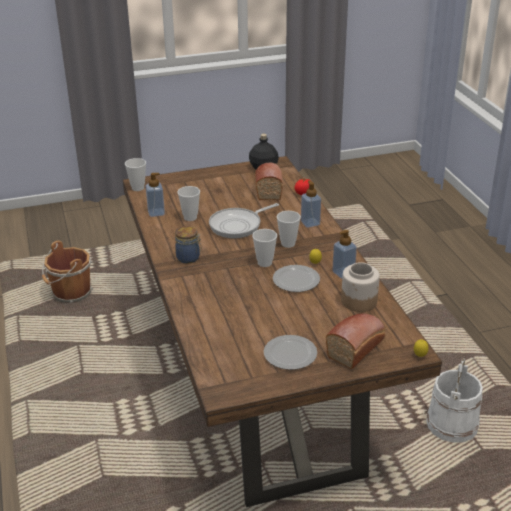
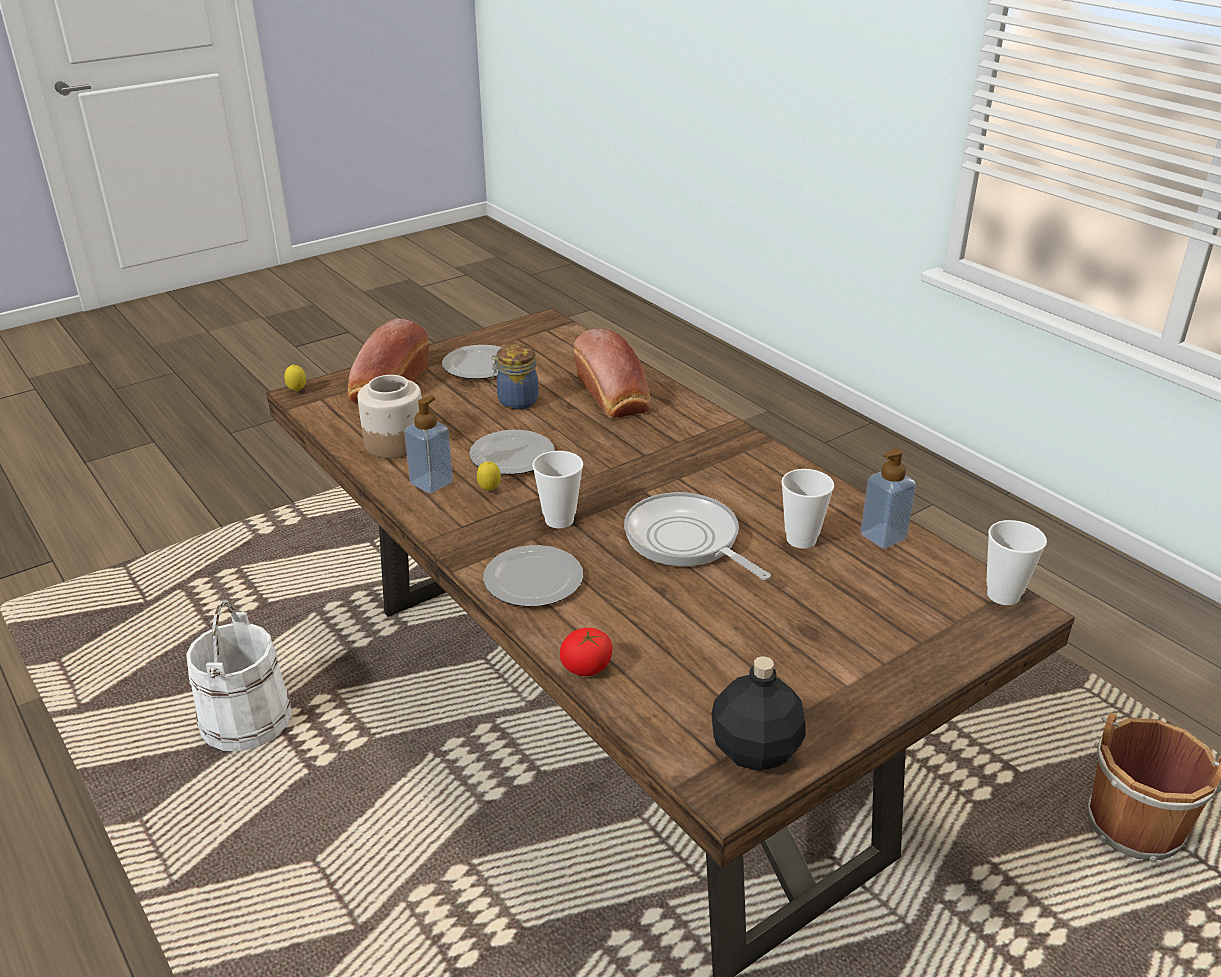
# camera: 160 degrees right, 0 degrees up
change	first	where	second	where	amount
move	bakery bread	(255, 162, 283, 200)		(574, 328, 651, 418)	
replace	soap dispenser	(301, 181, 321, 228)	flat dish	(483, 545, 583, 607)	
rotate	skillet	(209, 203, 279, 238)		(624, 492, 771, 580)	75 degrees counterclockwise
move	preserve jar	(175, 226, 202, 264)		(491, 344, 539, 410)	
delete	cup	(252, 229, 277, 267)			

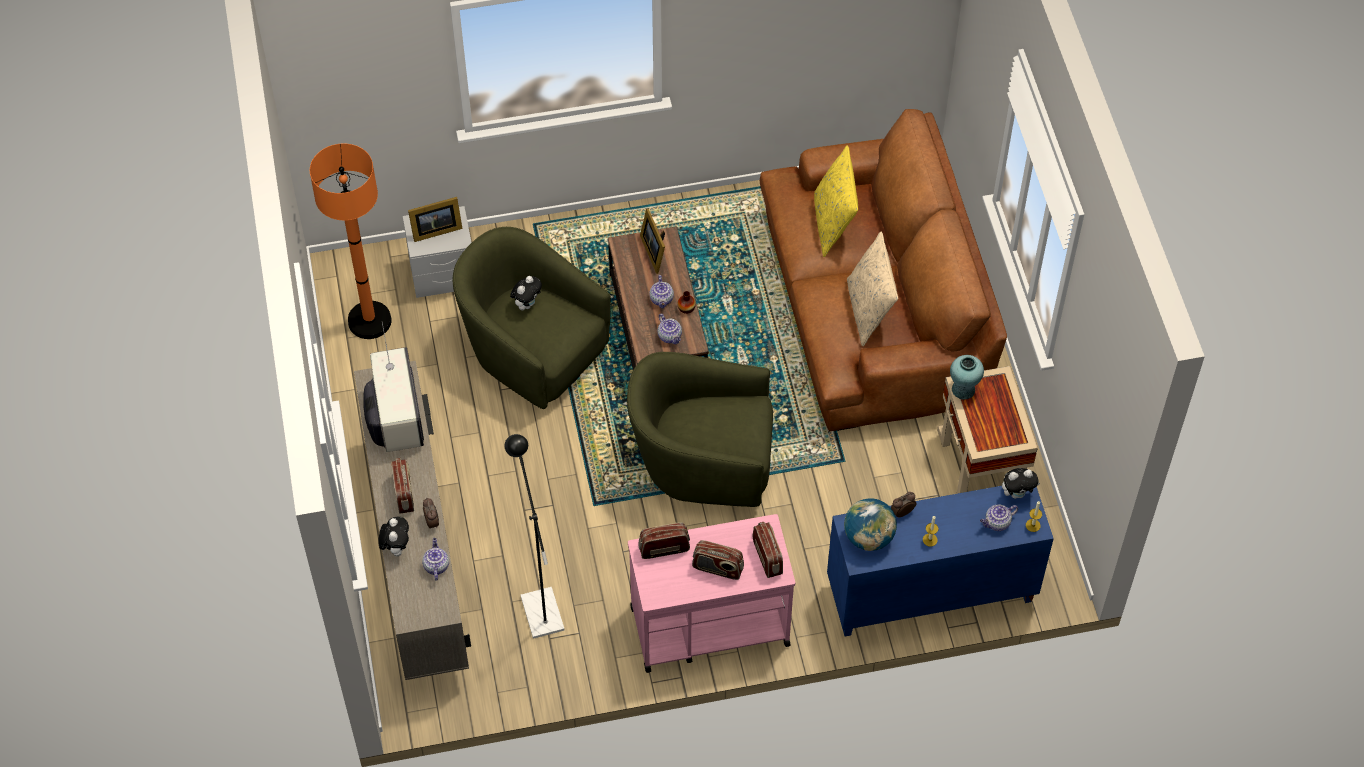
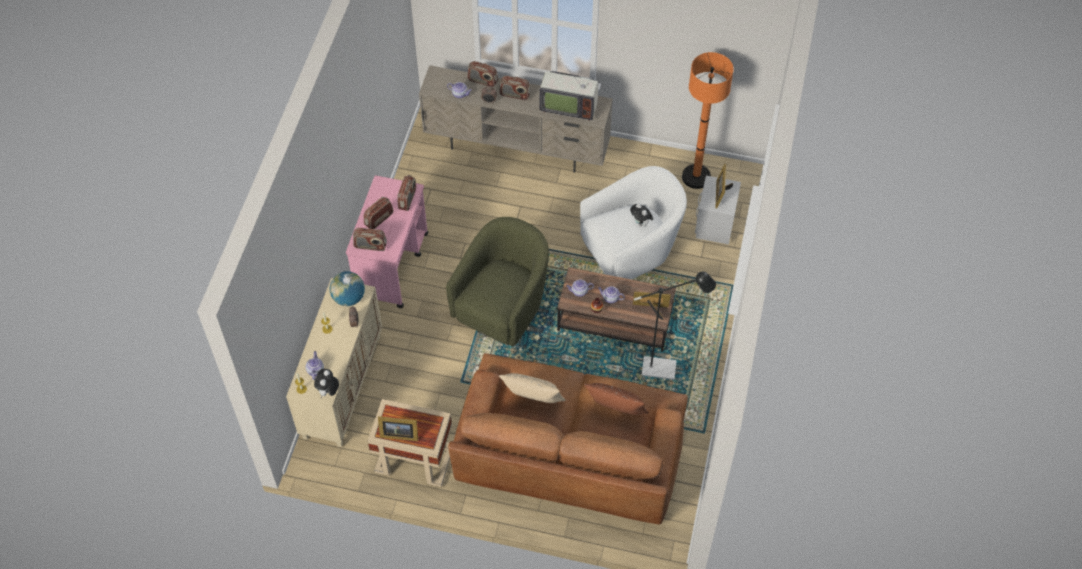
# camera: 115 degrees right, 0 degrees up
change	first	where	second	where	amount
recolor	yellow throw pillow	(814, 145, 858, 257)	brown-coloured throw pillow	(584, 383, 649, 415)	
recolor	greenish lounge chair	(453, 227, 611, 409)	white lounge chair	(580, 166, 687, 279)	
delete	turquoise-coloured flower vase	(950, 355, 984, 400)			
move	blackish standing lamp	(505, 434, 564, 639)		(634, 272, 716, 380)	
recolor	blue cupboard	(827, 486, 1054, 636)	sand-coloured cupboard	(286, 278, 382, 447)	
replace	soft toy	(378, 517, 409, 556)	radio set	(467, 61, 498, 88)	
insert			photo frame	(378, 416, 418, 441)	

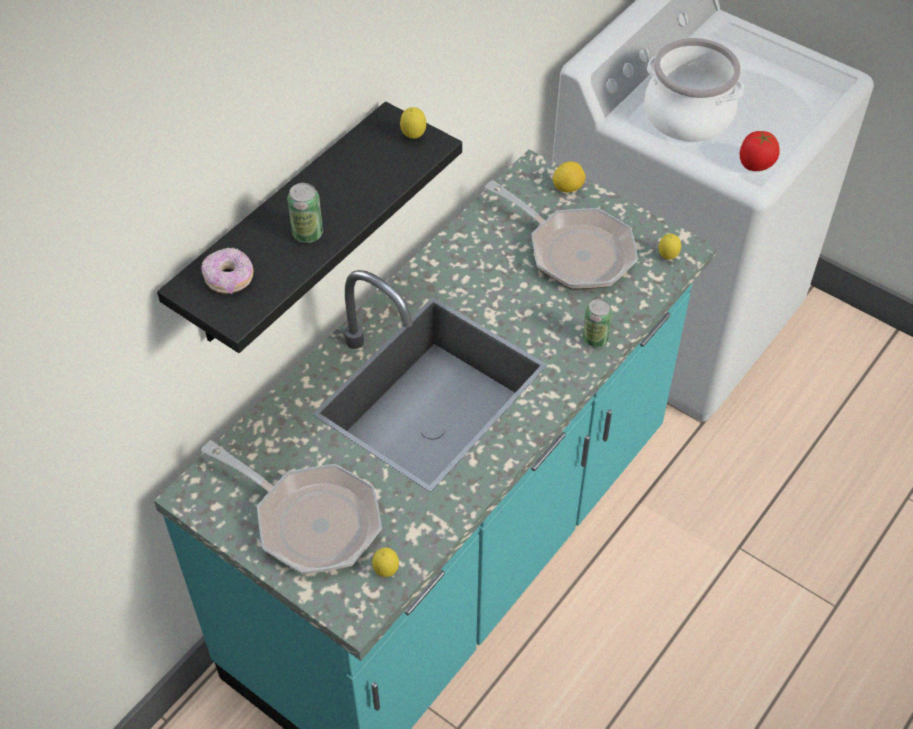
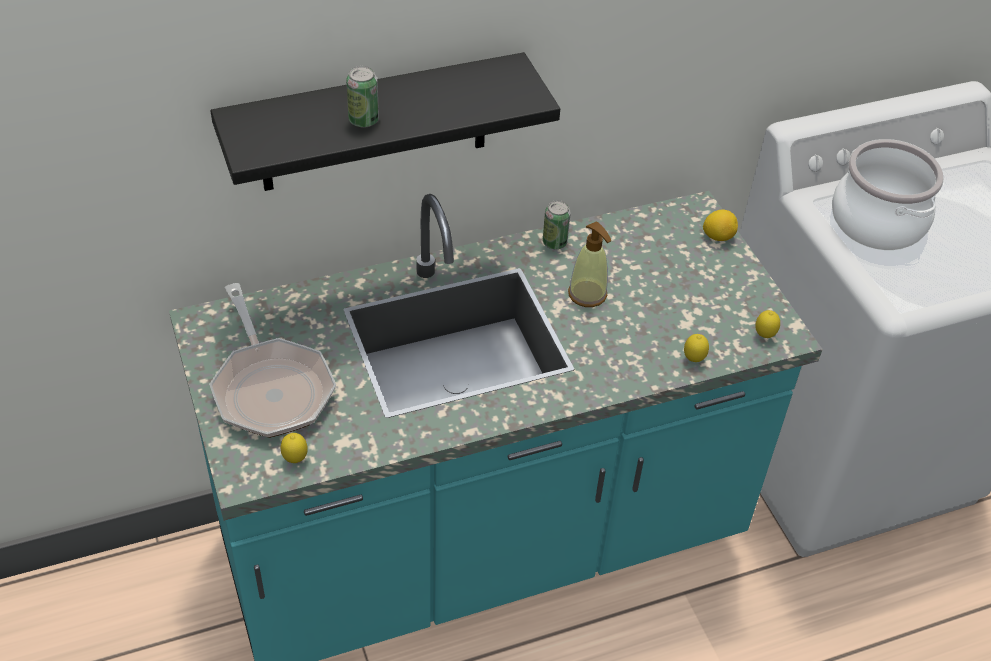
# camera: 30 degrees right, 5 degrees down
change	first	where	second	where	amount
move	whole lemon	(400, 107, 426, 139)		(684, 334, 709, 362)	
delete	tomato	(740, 131, 780, 171)			
delete	skillet	(485, 180, 638, 289)			
delete	donut	(201, 248, 254, 294)			
move	sealed can	(583, 299, 612, 347)		(543, 200, 571, 249)	
insert			soap dispenser	(568, 222, 611, 307)	

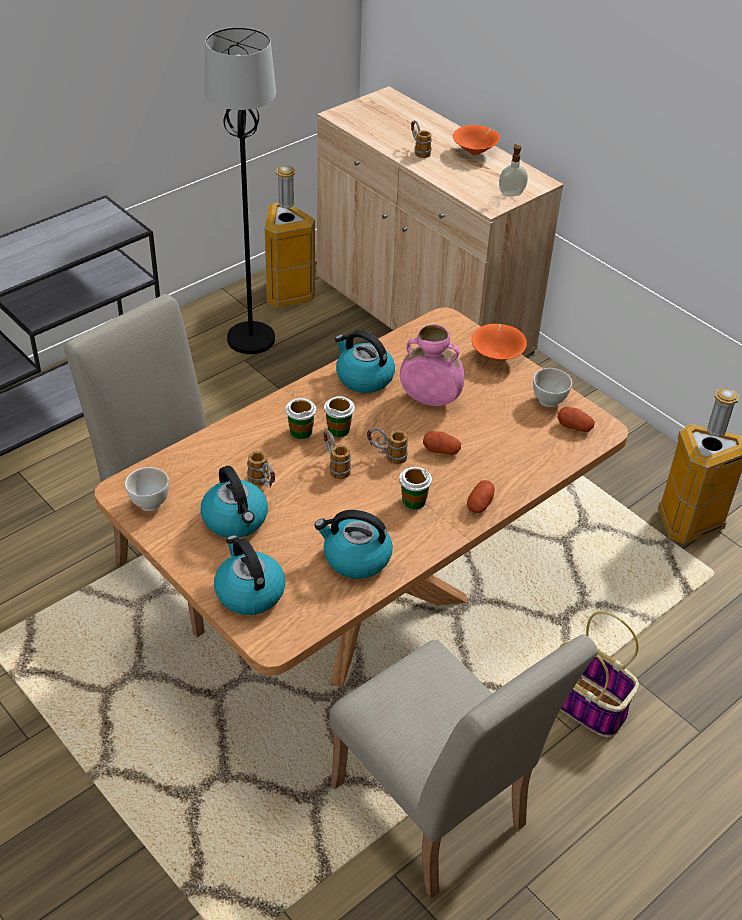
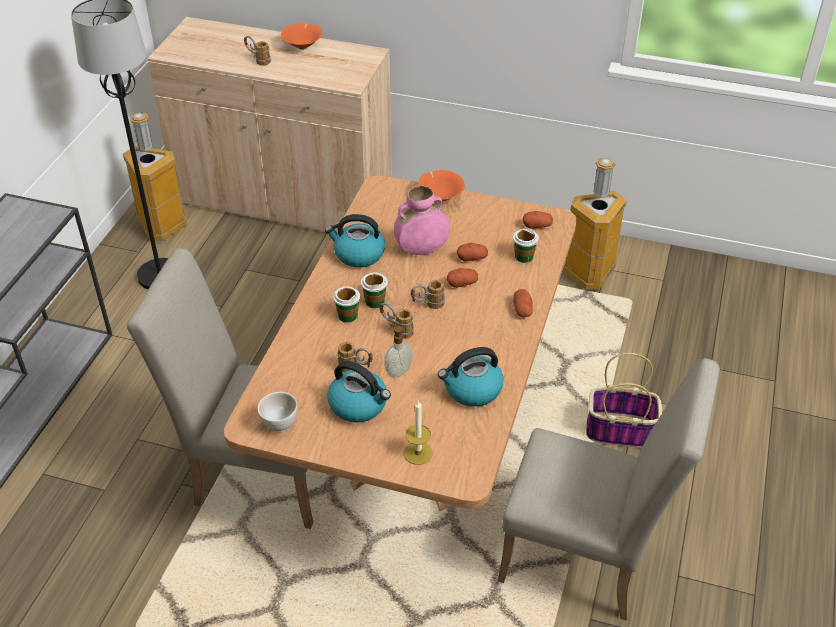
# camera: 30 degrees left, 0 degrees up
change	first	where	second	where	amount
move	soap dispenser	(499, 144, 528, 197)		(384, 325, 413, 378)	
delete	white bowl	(533, 368, 572, 407)			
move	cup	(399, 467, 432, 510)		(513, 228, 539, 263)	
replace	kettle	(214, 535, 285, 615)	wax candle	(404, 401, 433, 465)	
insert			potato	(457, 243, 488, 261)	

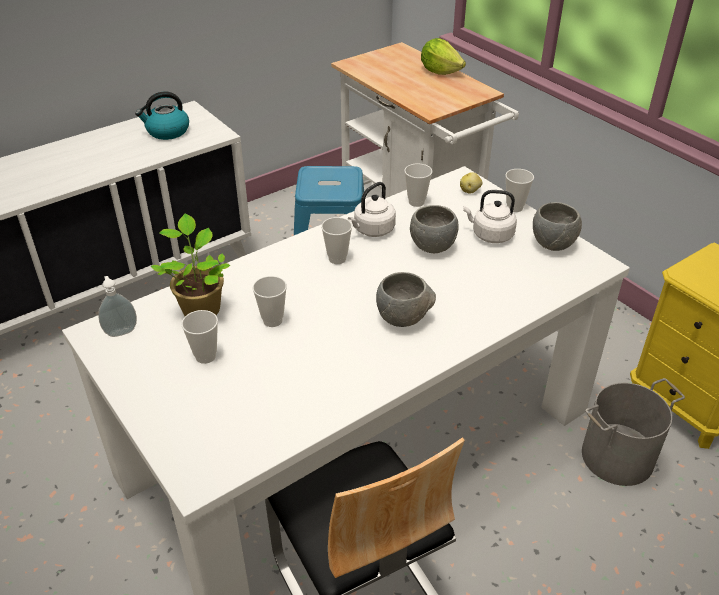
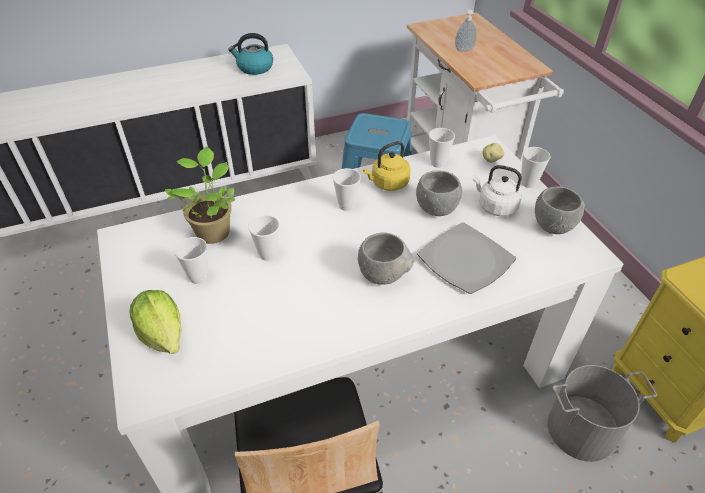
# camera: 15 degrees right, 5 degrees up
change	first	where	second	where	amount
move	head of lettuce	(421, 38, 466, 75)		(129, 290, 181, 354)	
recolor	white kettle	(348, 182, 396, 237)	yellow kettle	(363, 141, 411, 191)	
move	soap dispenser	(98, 276, 137, 337)		(455, 9, 477, 52)	
insert			flat dish	(417, 222, 516, 294)	

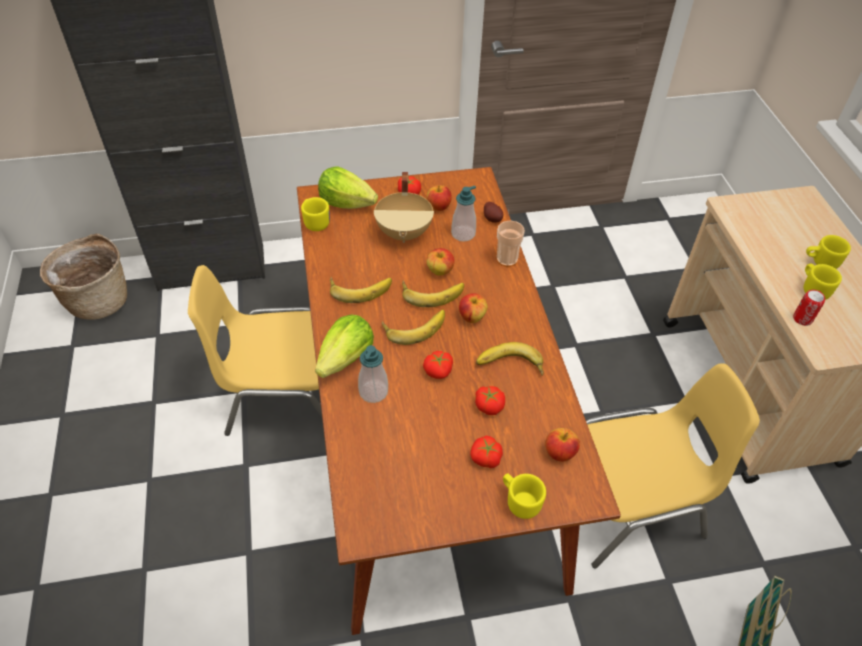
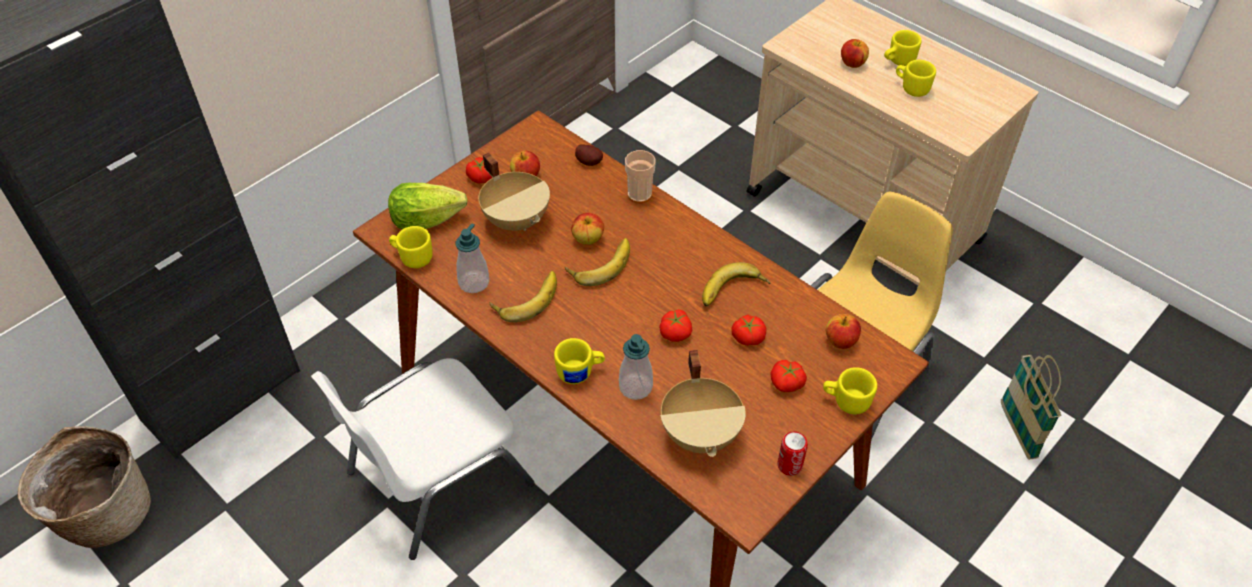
# camera: 35 degrees left, 0 degrees up
change	first	where	second	where	amount
move	soap dispenser	(451, 186, 476, 242)		(456, 223, 489, 293)	
recolor	yellow plain chair	(188, 265, 322, 436)	white plain chair	(311, 358, 535, 560)	
move	sealed can	(793, 290, 825, 326)		(778, 431, 808, 476)	
move	whole apple	(459, 293, 488, 323)		(841, 39, 869, 68)	
delete	banana fruit	(382, 310, 445, 345)			
replace	head of lettuce	(315, 315, 374, 378)	yellow tea mug	(554, 338, 605, 384)	
insert			sand-coloured cooking pot	(660, 350, 746, 457)	

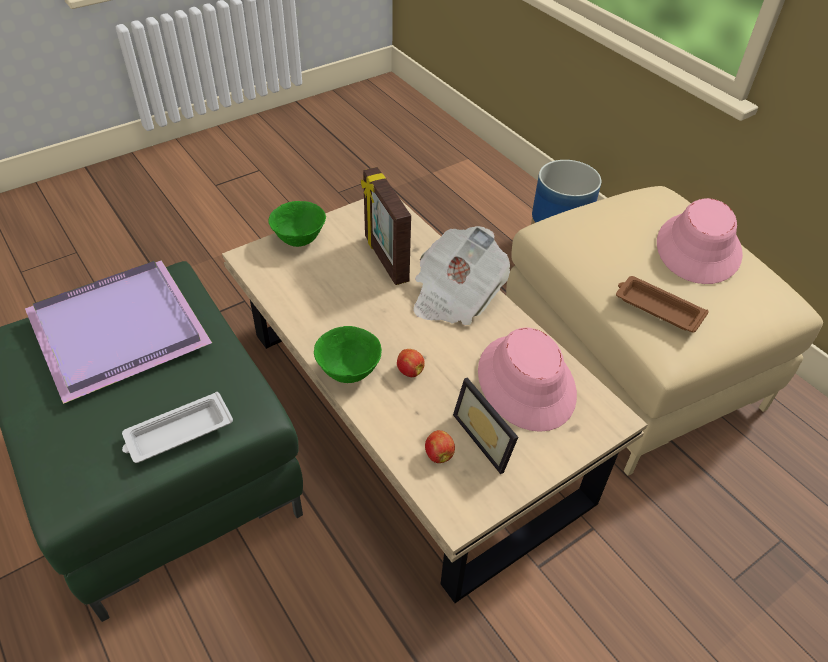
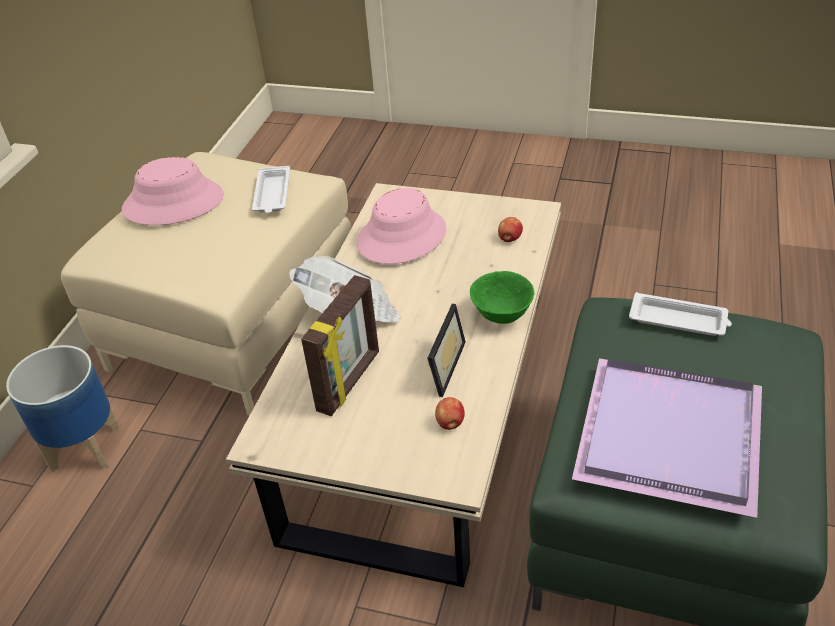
# camera: 125 degrees left, 5 degrees down
change	first	where	second	where	amount
delete	greenish bowl	(268, 201, 326, 247)			
recolor	brown-coloured serving tray	(616, 276, 709, 332)	white serving tray	(252, 166, 290, 213)	
move	whole apple	(397, 349, 425, 377)		(435, 397, 465, 430)	
move	photo frame	(453, 378, 518, 474)		(427, 304, 466, 397)	

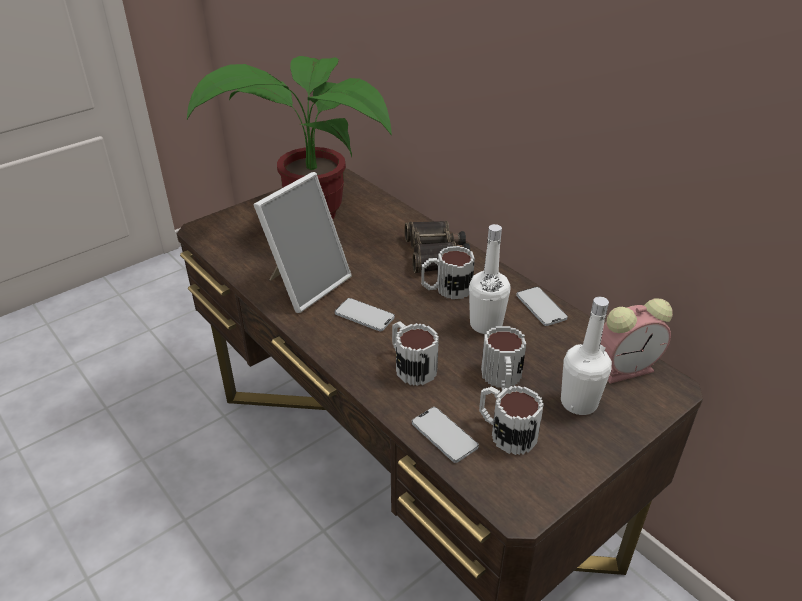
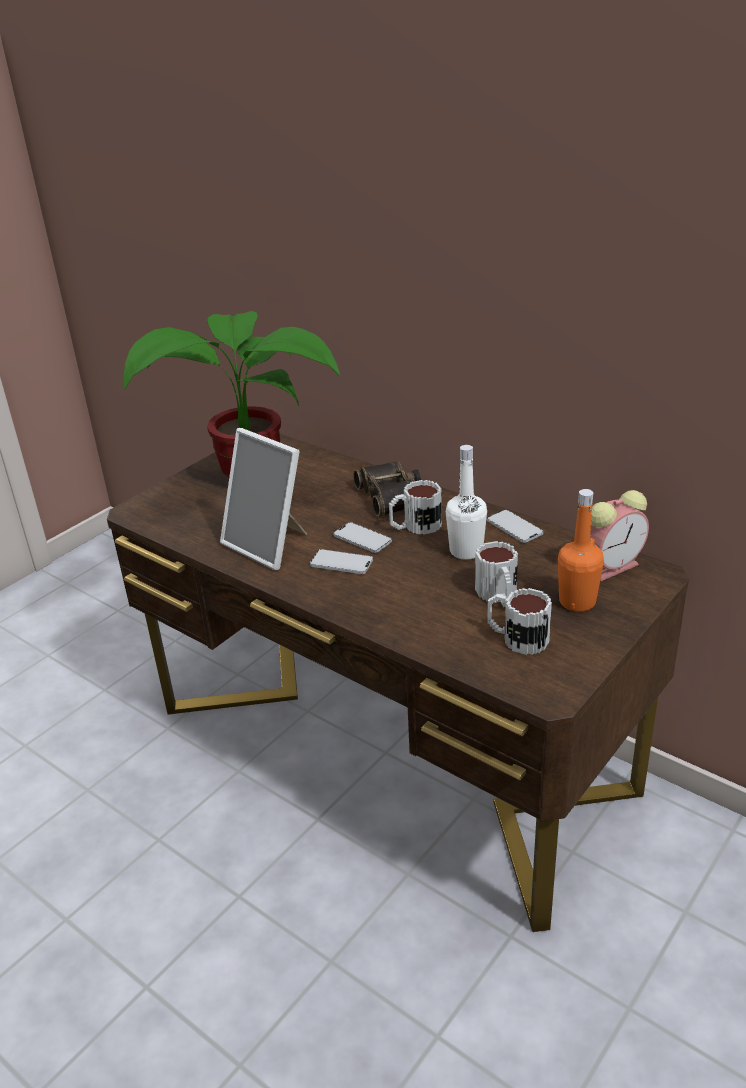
# camera: 10 degrees left, 5 degrees down
change	first	where	second	where	amount
rotate	photo frame	(253, 172, 352, 313)		(220, 428, 307, 570)	105 degrees clockwise
recolor	white beverage bottle	(561, 297, 612, 415)	orange-coloured beverage bottle	(558, 489, 604, 612)	
delete	tea mug	(392, 321, 439, 386)			
move	telephone	(412, 407, 479, 463)		(333, 522, 392, 553)	

